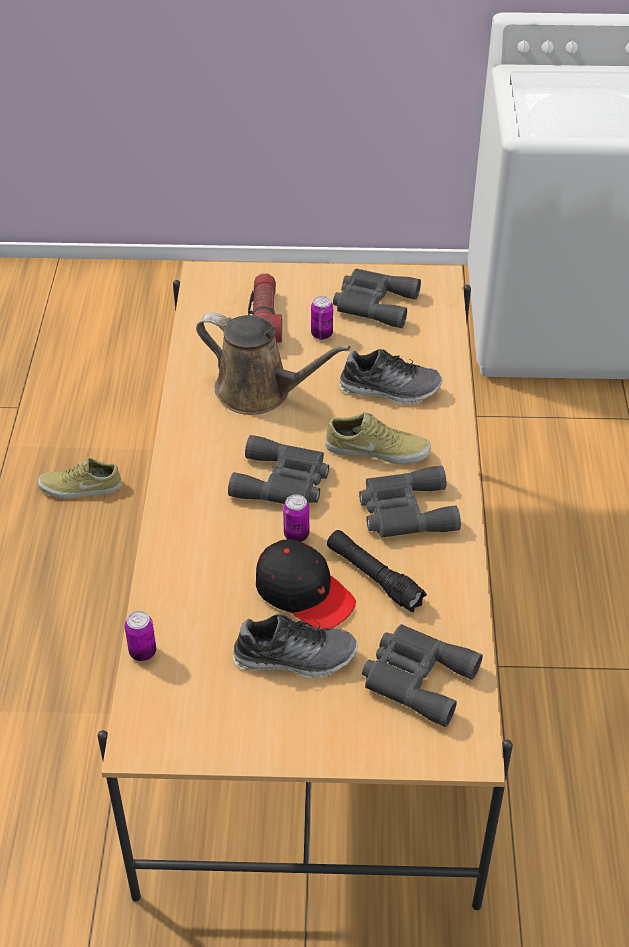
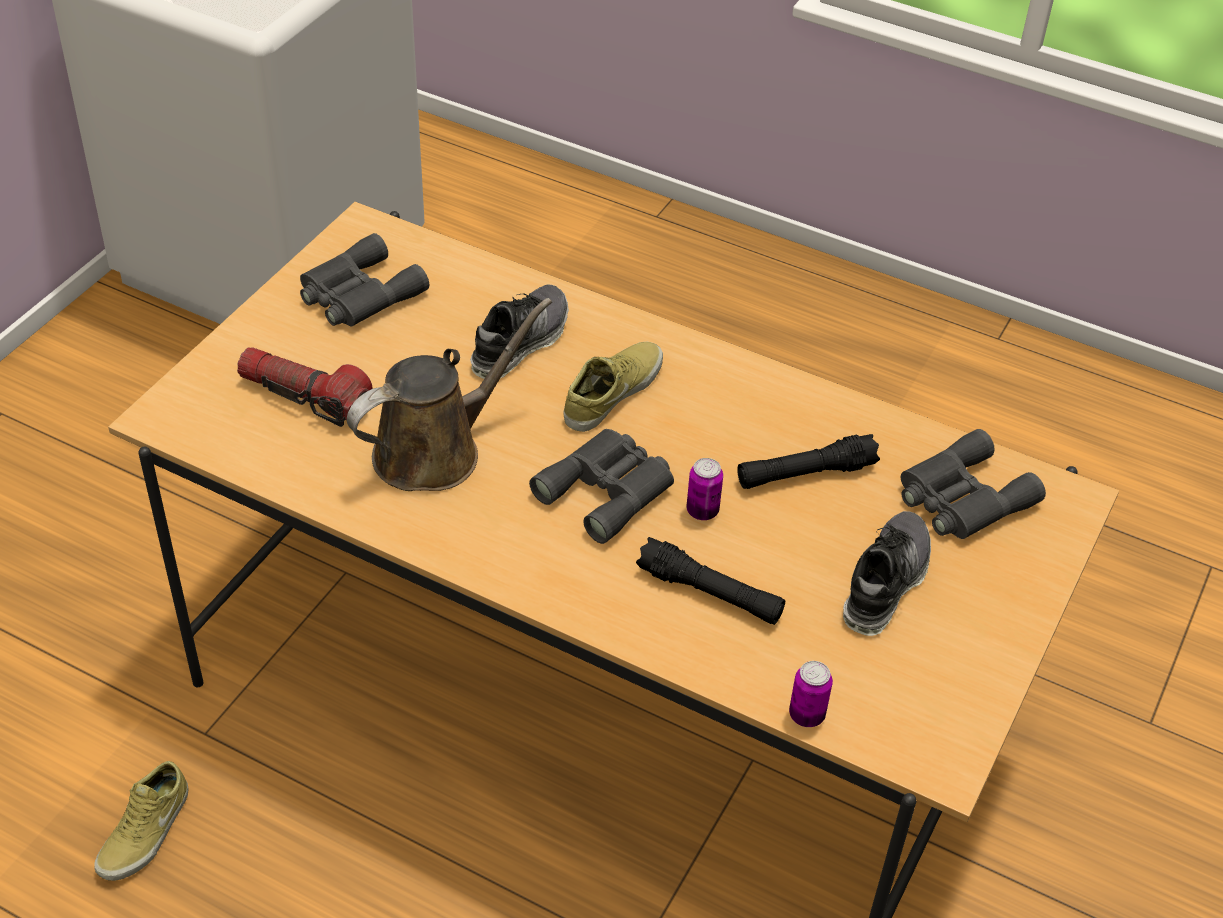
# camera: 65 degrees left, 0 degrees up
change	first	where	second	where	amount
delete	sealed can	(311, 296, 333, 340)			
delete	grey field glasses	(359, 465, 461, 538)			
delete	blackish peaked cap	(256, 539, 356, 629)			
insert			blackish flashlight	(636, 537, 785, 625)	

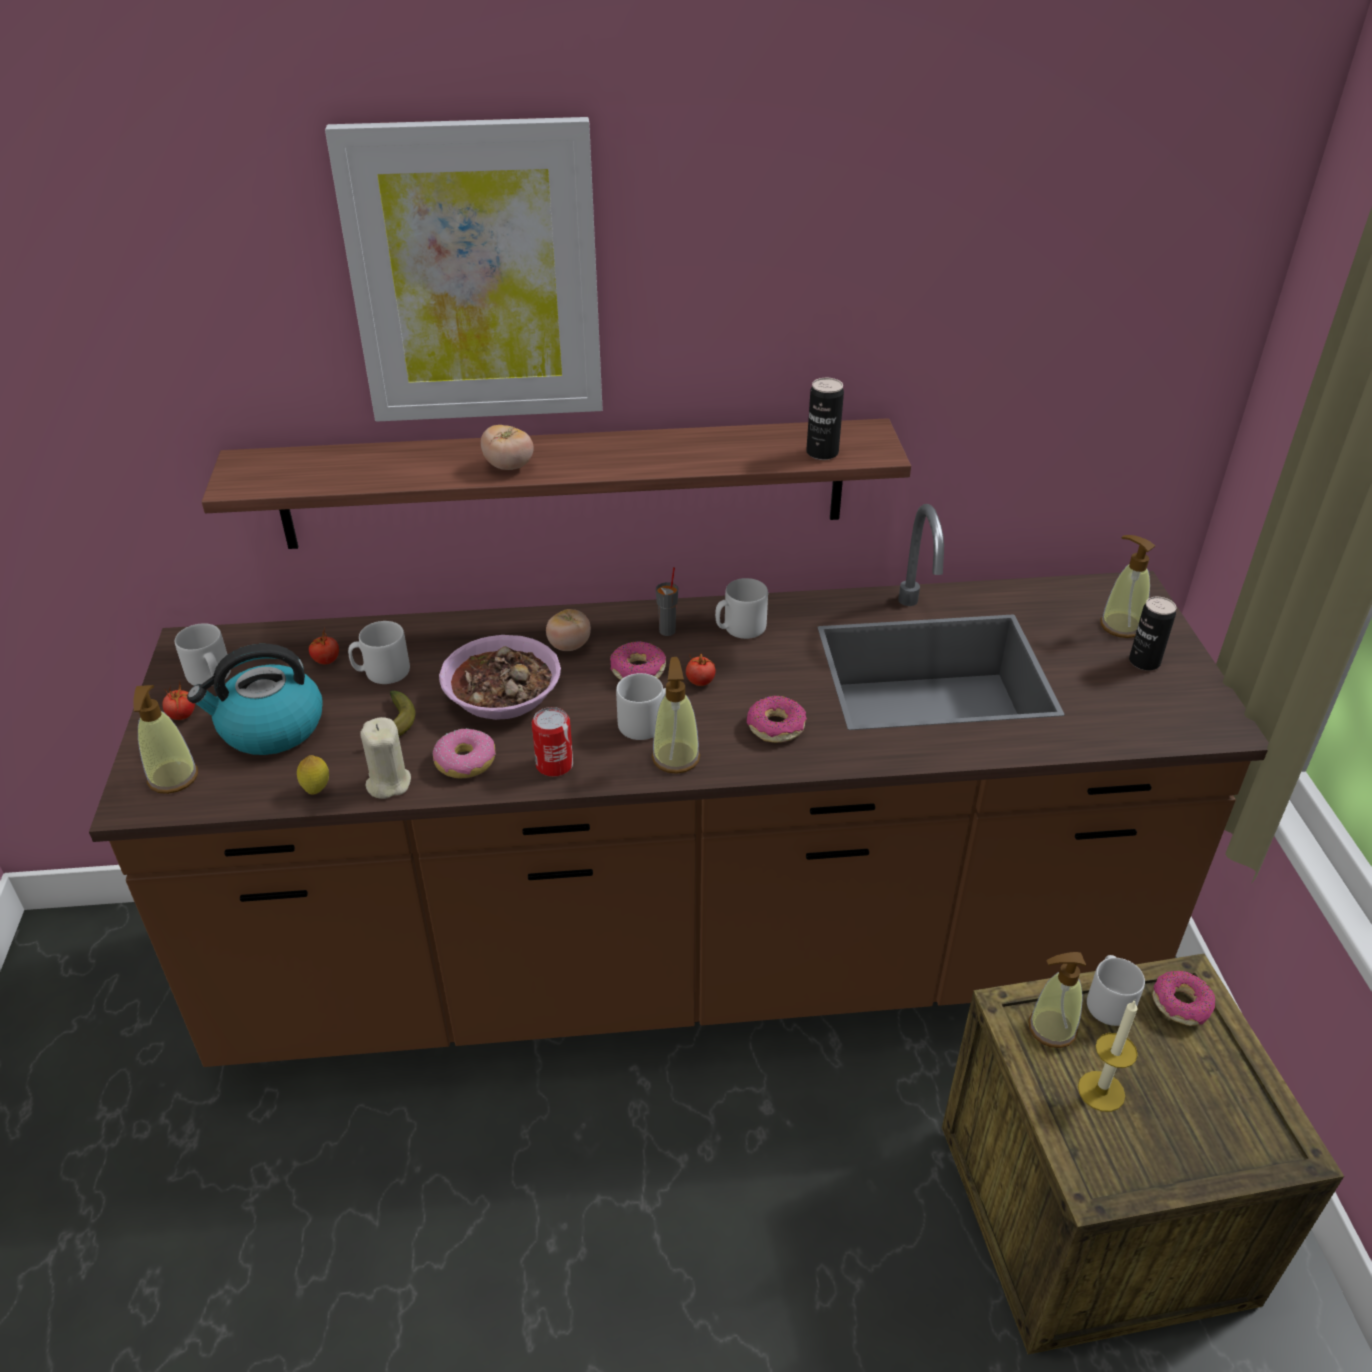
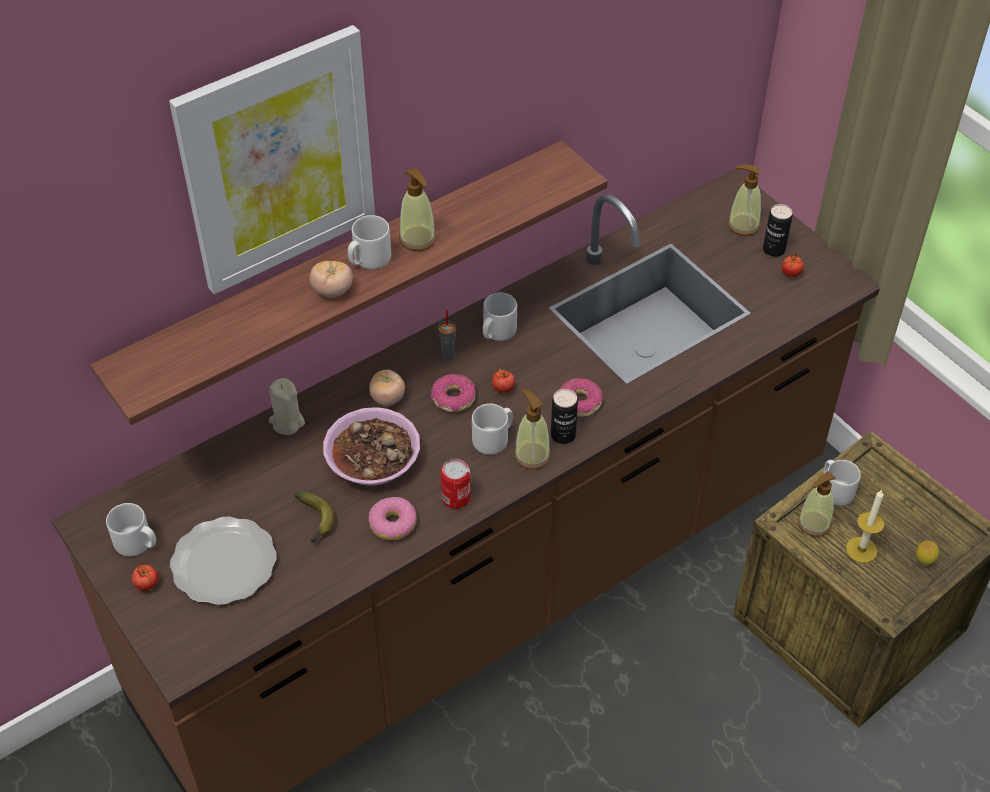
# camera: 30 degrees left, 10 degrees up
change	first	where	second	where	amount
move	sealed can	(806, 378, 844, 460)		(551, 389, 578, 444)	
move	grey tea mug	(348, 621, 410, 684)		(348, 215, 391, 269)	
move	tomato	(308, 628, 339, 664)		(782, 253, 804, 277)	
replace	kettle	(187, 644, 322, 755)	flat dish	(170, 516, 277, 605)	
move	soap dispenser	(133, 685, 198, 794)		(399, 168, 436, 251)	
move	sand-coloured wax candle	(360, 717, 411, 799)		(268, 378, 305, 435)	
move	whole lemon	(297, 755, 329, 794)		(916, 540, 939, 566)	
delete	donut	(1152, 971, 1215, 1026)			

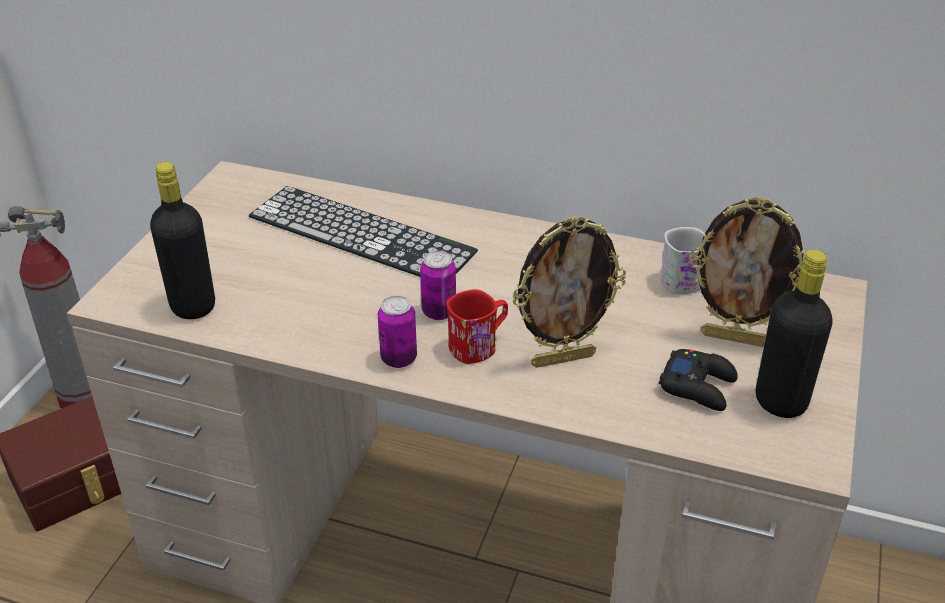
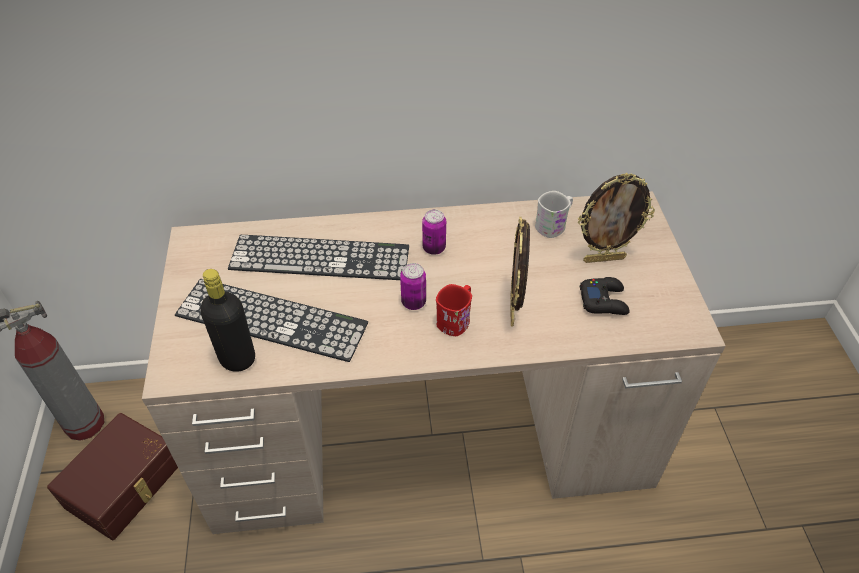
# camera: 25 degrees left, 10 degrees up
change	first	where	second	where	amount
rotate	photo frame	(512, 216, 626, 368)		(510, 217, 530, 327)	135 degrees clockwise
delete	blackish beverage bottle	(756, 250, 833, 418)			
move	sealed can	(378, 295, 417, 368)		(422, 209, 446, 255)	
insert			keyboard	(175, 279, 368, 362)	

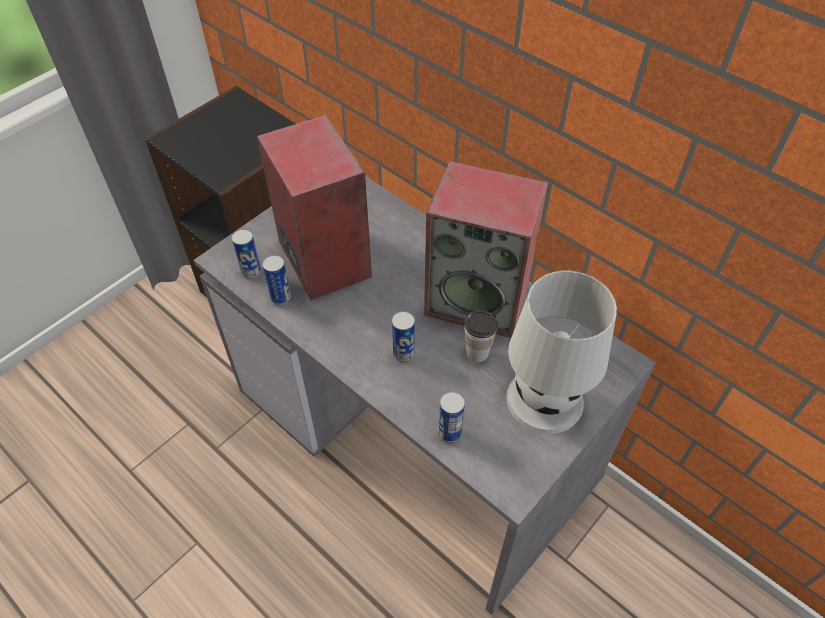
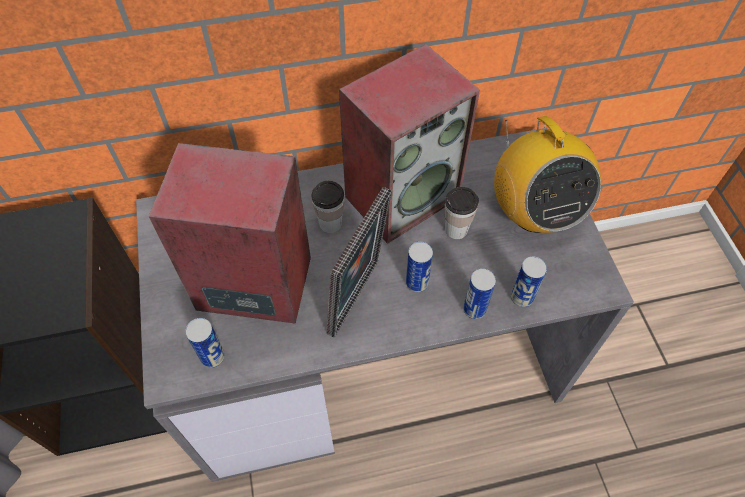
# camera: 55 degrees left, 5 degrees up
change	first	where	second	where	amount
move	sealed can	(262, 255, 291, 305)		(463, 269, 496, 319)	
replace	white lamp for a table	(506, 271, 617, 434)	radio set	(494, 116, 601, 233)	
insert			cup	(311, 181, 345, 233)	
insert			photo frame	(326, 187, 392, 337)	

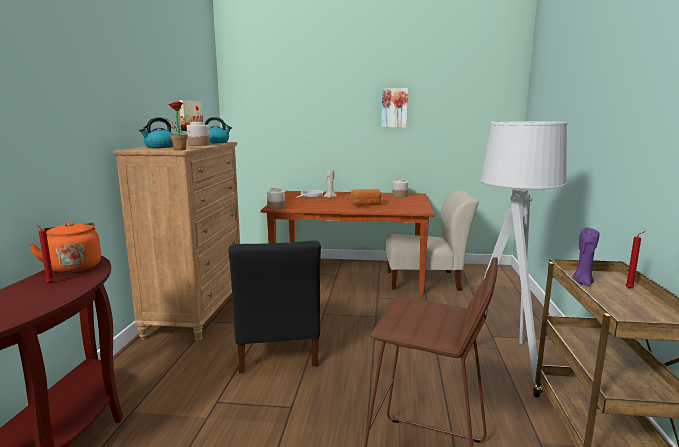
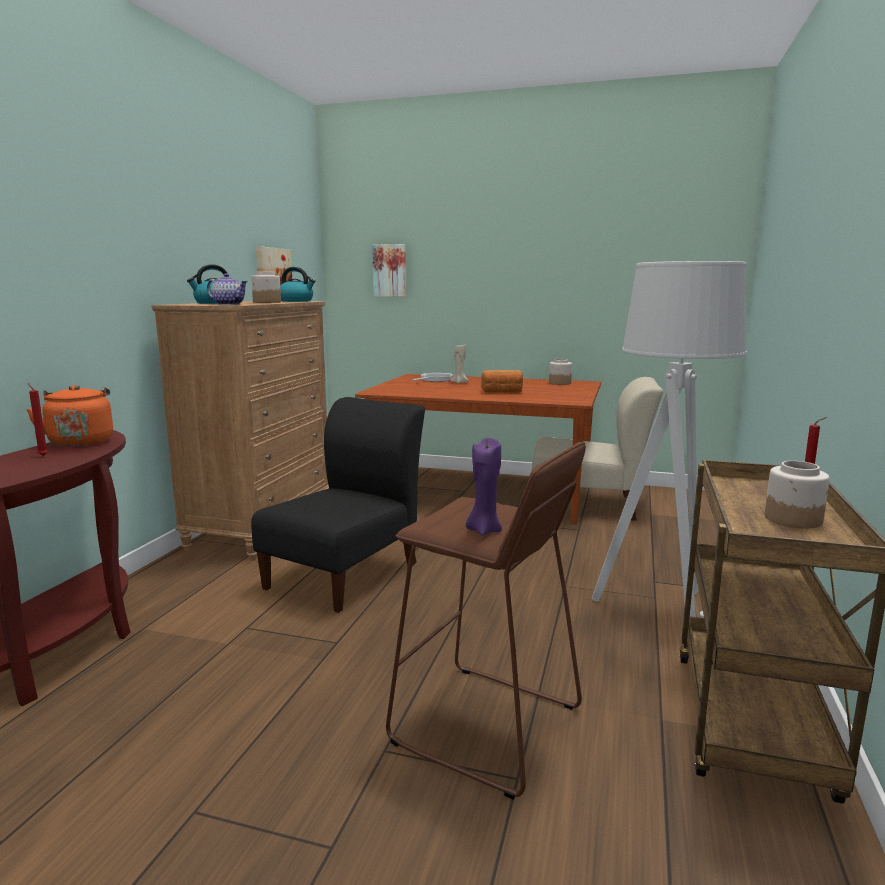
# camera: 10 degrees right, 0 degrees up
change	first	where	second	where	amount
move	wall art	(381, 88, 408, 128)		(372, 244, 406, 297)	
replace	houseplant	(164, 101, 189, 150)	tea pot	(207, 274, 248, 305)	
move	preserve jar	(267, 188, 285, 209)		(765, 461, 830, 529)	
move	purple-coloured wax candle	(572, 227, 599, 286)		(466, 438, 502, 536)	
rotate	blackish plain chair	(229, 241, 321, 373)		(251, 397, 425, 613)	150 degrees counterclockwise

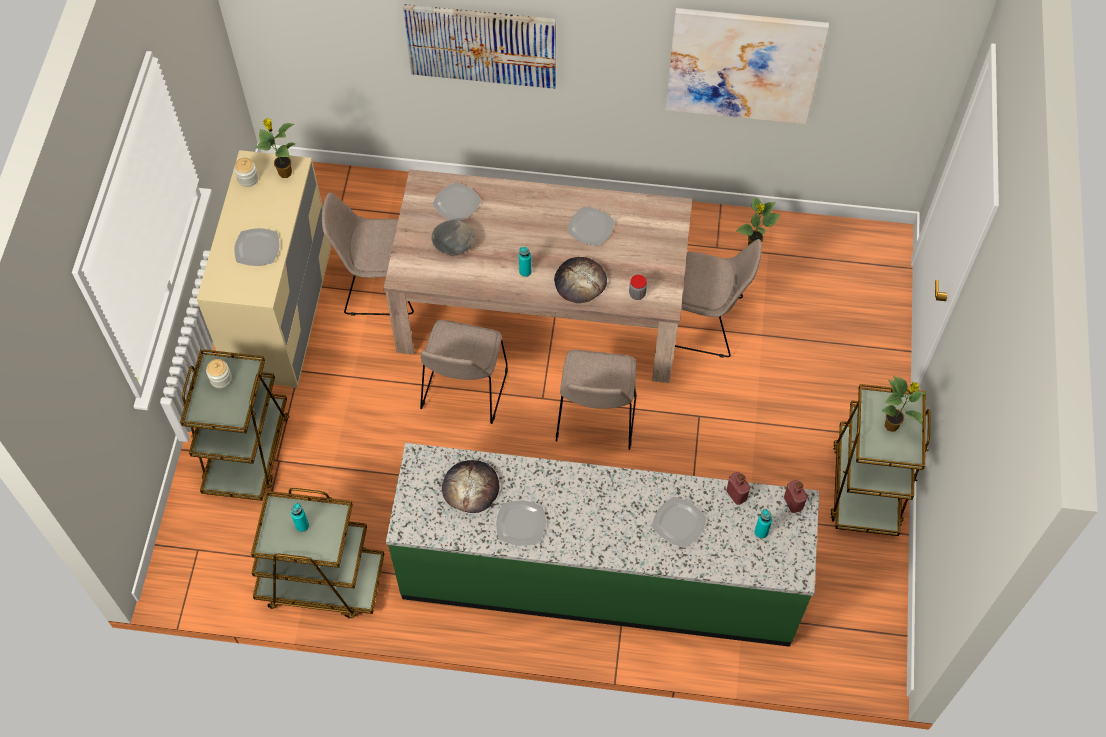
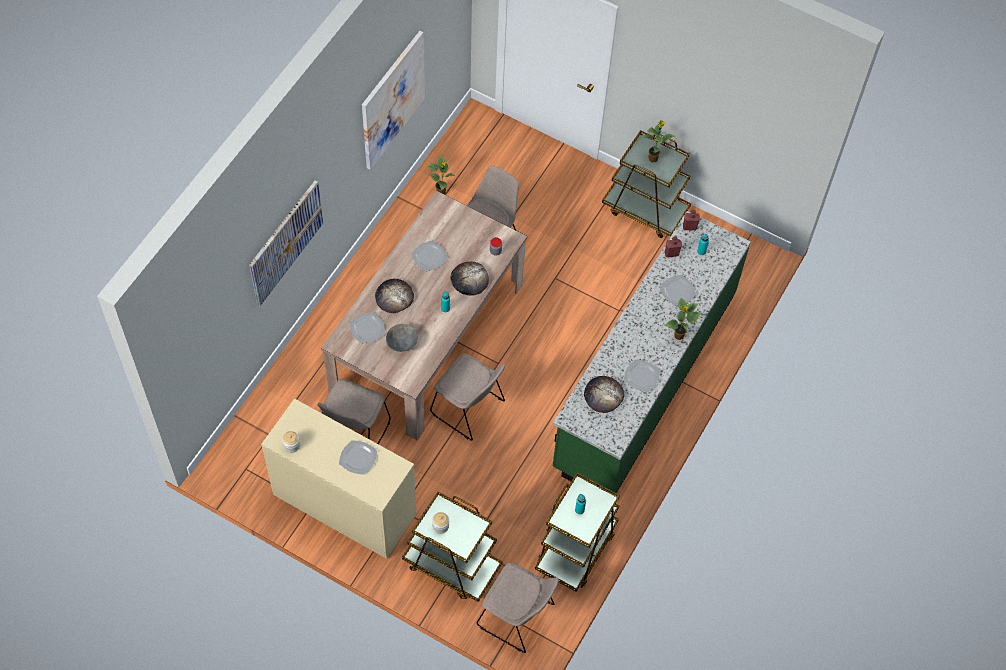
# camera: 70 degrees left, 0 degrees up
change	first	where	second	where	amount
move	houseplant	(255, 118, 297, 178)		(664, 298, 701, 340)	
move	sand-coloured plain chair	(556, 350, 637, 450)		(476, 563, 559, 653)	
insert			bakery bread	(375, 279, 414, 313)	

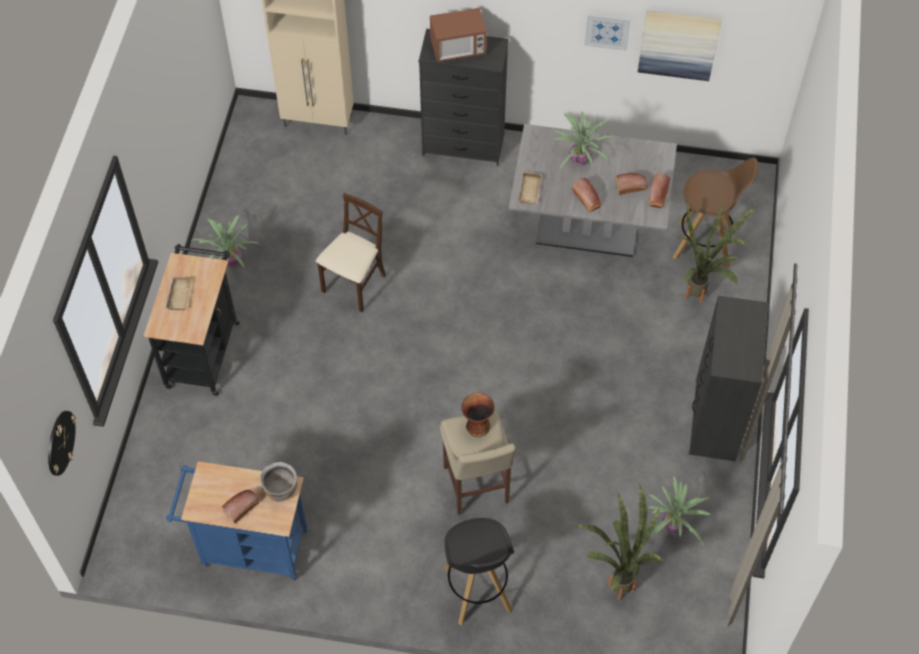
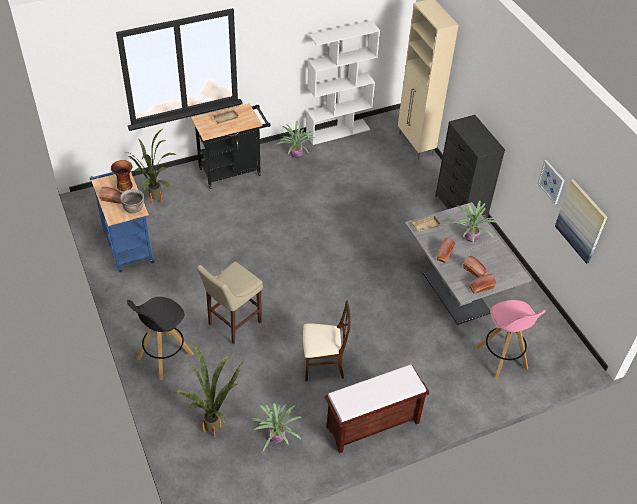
# camera: 55 degrees right, 10 degrees down
change	first	where	second	where	amount
delete	microwave	(430, 8, 487, 62)			
recolor	brown-coloured stool seat	(673, 157, 758, 268)	pinkish stool seat	(476, 300, 546, 380)	
move	sand-coloured plain chair	(316, 193, 386, 313)		(303, 300, 351, 381)	
move	houseplant	(678, 201, 756, 303)		(124, 129, 177, 204)	
replace	blackish drawer chest	(689, 296, 768, 461)	brown-coloured long seat	(325, 364, 429, 453)	
move	flower vase	(461, 393, 495, 437)		(111, 160, 133, 191)	
delete	hanging clock	(48, 411, 76, 476)			
insert			white bookcase	(306, 20, 380, 145)	

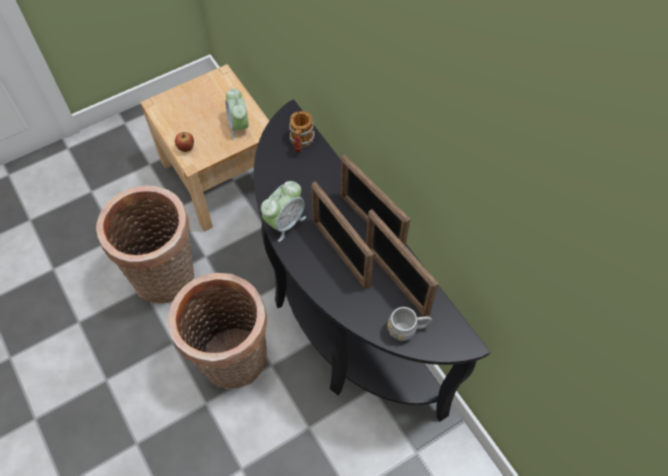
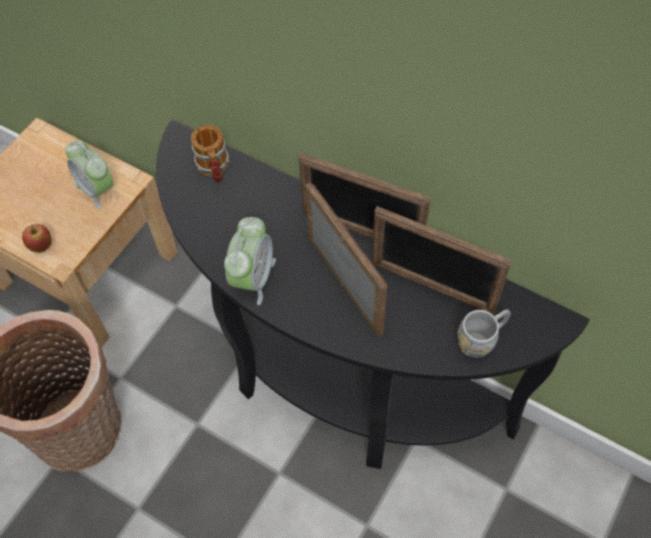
# camera: 25 degrees left, 0 degrees up
change	first	where	second	where	amount
rotate	photo frame	(312, 181, 374, 289)		(305, 183, 388, 337)	150 degrees counterclockwise
delete	basket	(168, 273, 267, 389)			

